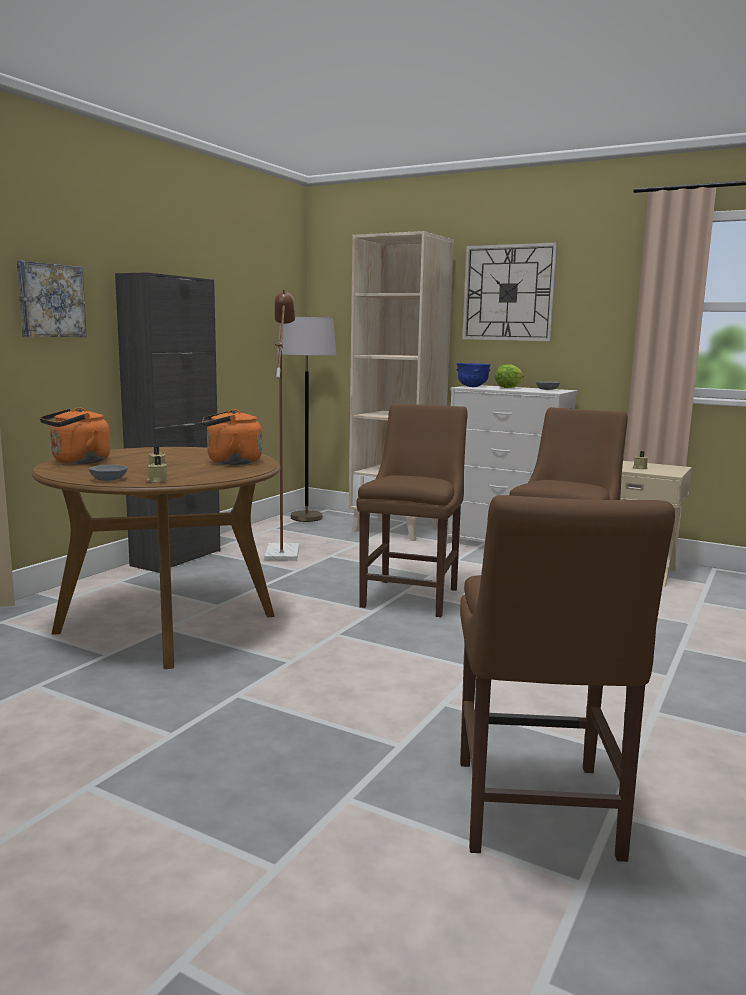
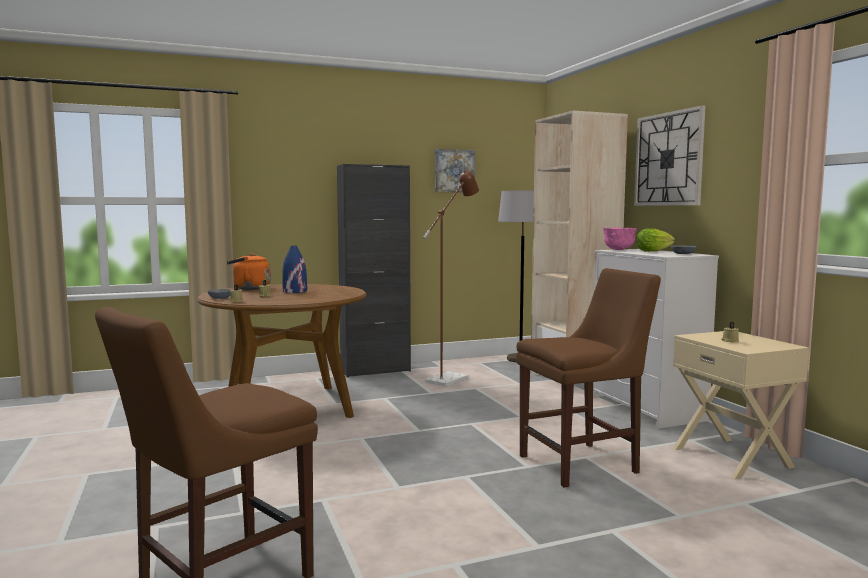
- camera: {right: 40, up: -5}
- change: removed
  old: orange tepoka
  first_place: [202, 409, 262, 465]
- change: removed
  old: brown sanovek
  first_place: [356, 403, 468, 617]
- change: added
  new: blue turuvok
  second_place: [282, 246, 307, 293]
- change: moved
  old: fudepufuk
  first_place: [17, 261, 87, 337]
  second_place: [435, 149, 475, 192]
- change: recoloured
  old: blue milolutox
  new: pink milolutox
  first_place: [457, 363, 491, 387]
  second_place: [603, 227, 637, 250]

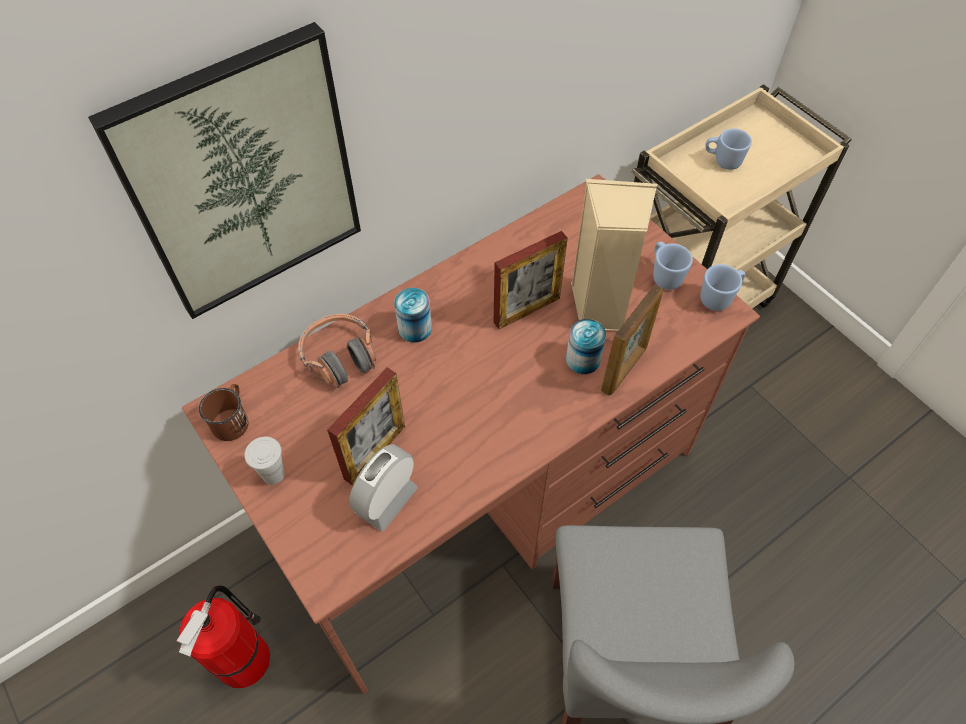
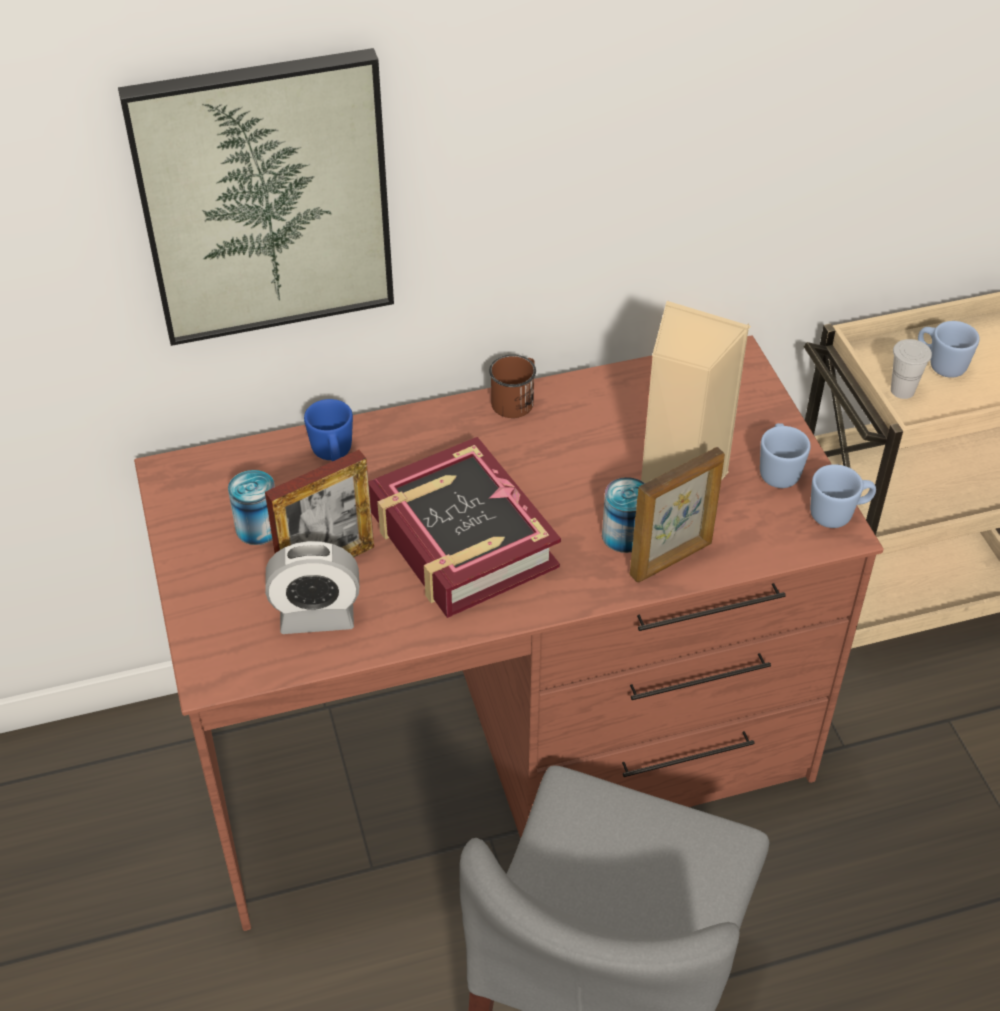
- camera: {right: 20, up: -10}
- change: removed
  old: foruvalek
  first_place: [176, 585, 270, 688]
- change: removed
  old: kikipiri
  first_place: [494, 231, 568, 329]
- change: added
  new: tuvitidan
  second_place: [368, 437, 561, 618]
- change: moved
  old: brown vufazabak
  first_place: [199, 384, 249, 441]
  second_place: [489, 355, 536, 418]
- change: moved
  old: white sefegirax
  first_place: [244, 437, 285, 485]
  second_place: [891, 339, 932, 399]
- change: moved
  old: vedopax
  first_place: [394, 288, 432, 343]
  second_place: [228, 470, 275, 545]
- change: replaced
  old: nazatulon
  new: blue vufazabak
  first_place: [298, 314, 376, 388]
  second_place: [304, 399, 353, 461]
- change: turned
  old: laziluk
  first_place: [350, 444, 418, 531]
  second_place: [265, 541, 359, 634]
  degrees: -150

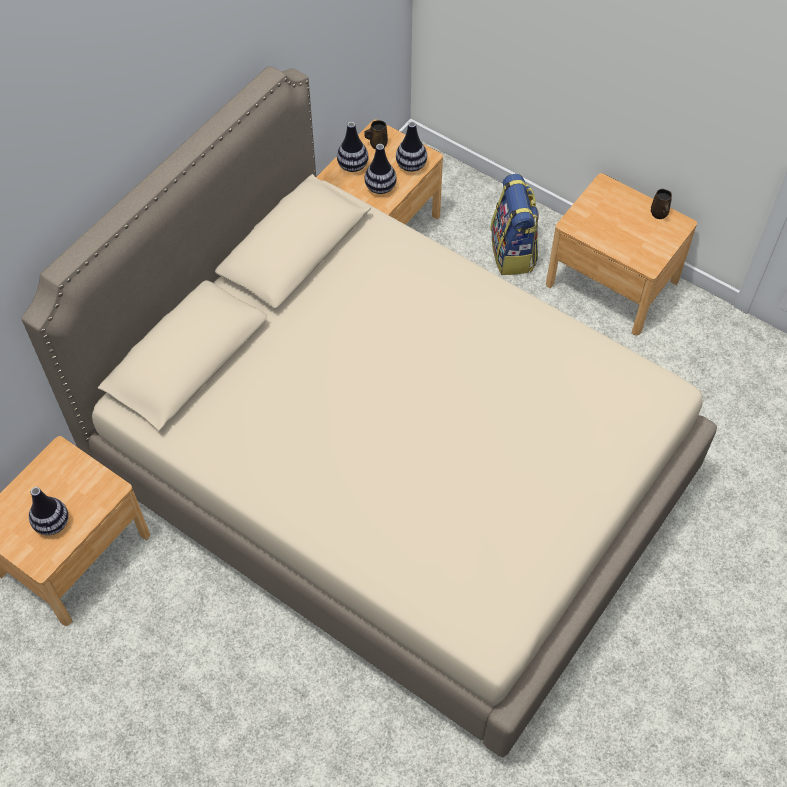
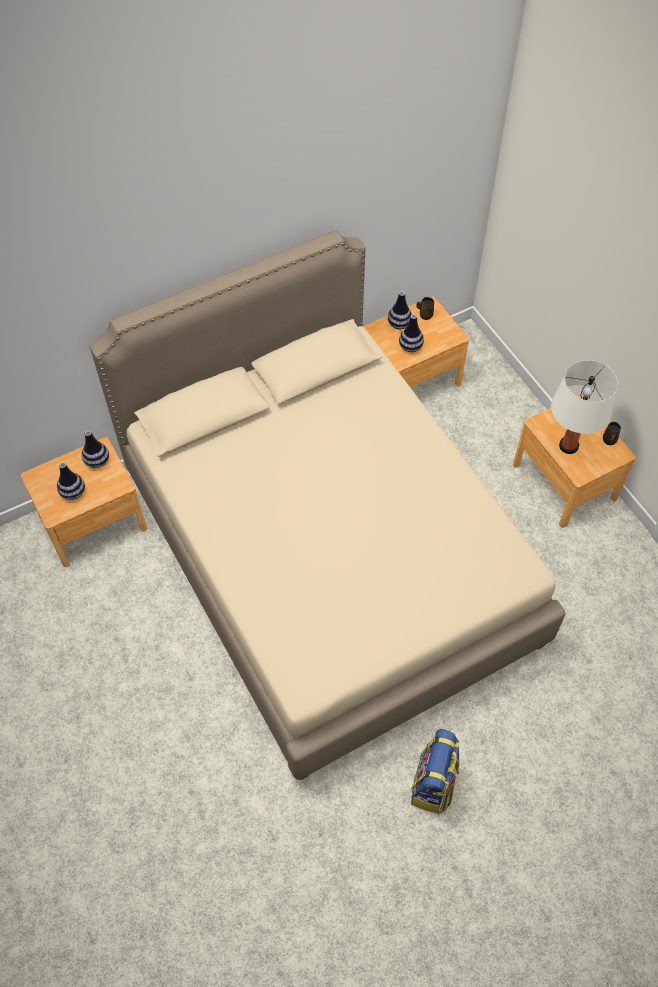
- camera: {right: 25, up: 0}
- change: added
  new: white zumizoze
  second_place: [551, 360, 618, 454]
- change: moved
  old: turuvok
  first_place: [396, 121, 427, 172]
  second_place: [82, 430, 109, 468]
- change: moved
  old: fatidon
  first_place: [491, 174, 539, 275]
  second_place: [411, 729, 460, 814]

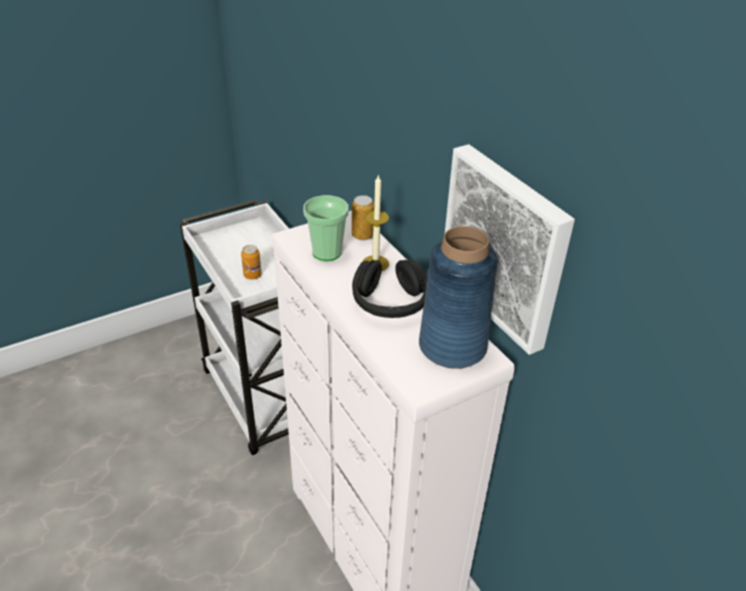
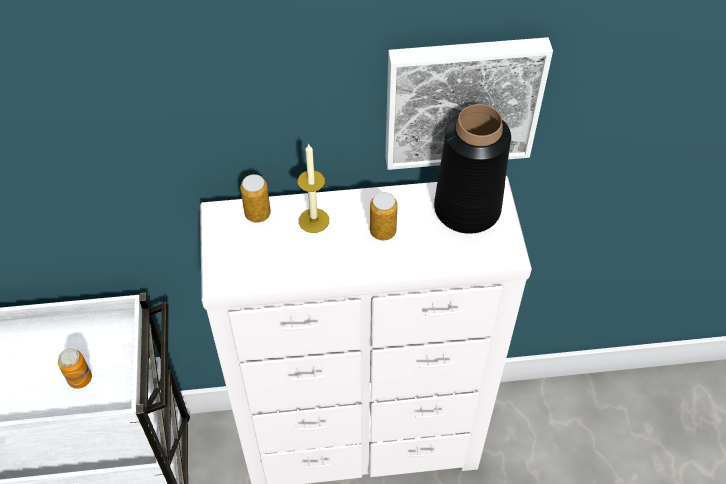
- camera: {right: -65, up: 15}
- change: removed
  old: sefegirax
  first_place: [303, 195, 349, 261]
- change: replaced
  old: black nazatulon
  new: vedopax
  first_place: [352, 260, 427, 318]
  second_place: [370, 192, 398, 240]
- change: recoloured
  old: blue turuvok
  new: black turuvok
  first_place: [419, 226, 498, 369]
  second_place: [434, 104, 511, 234]

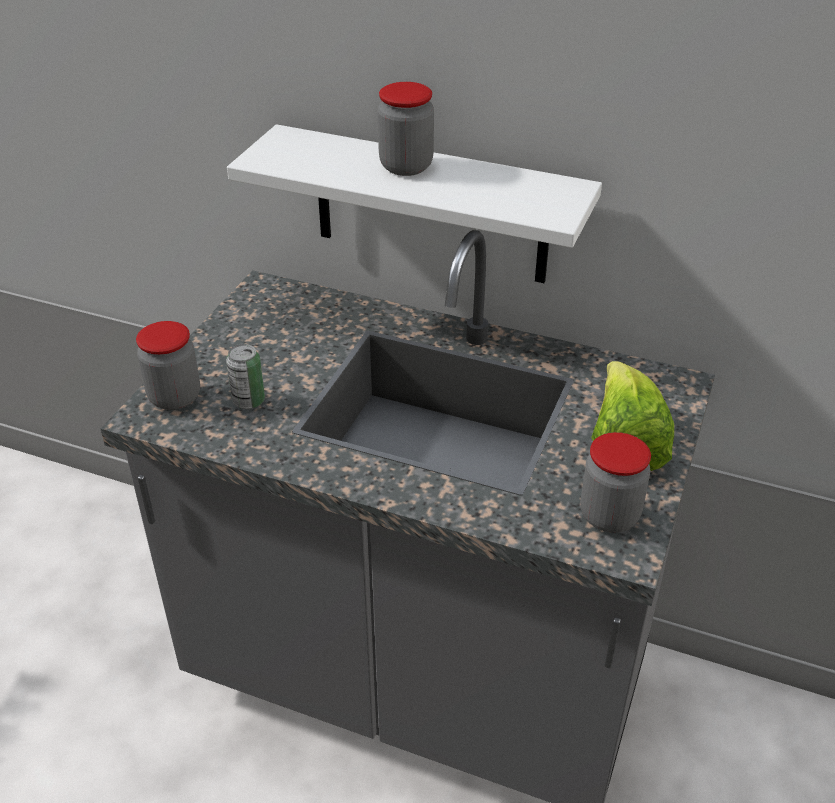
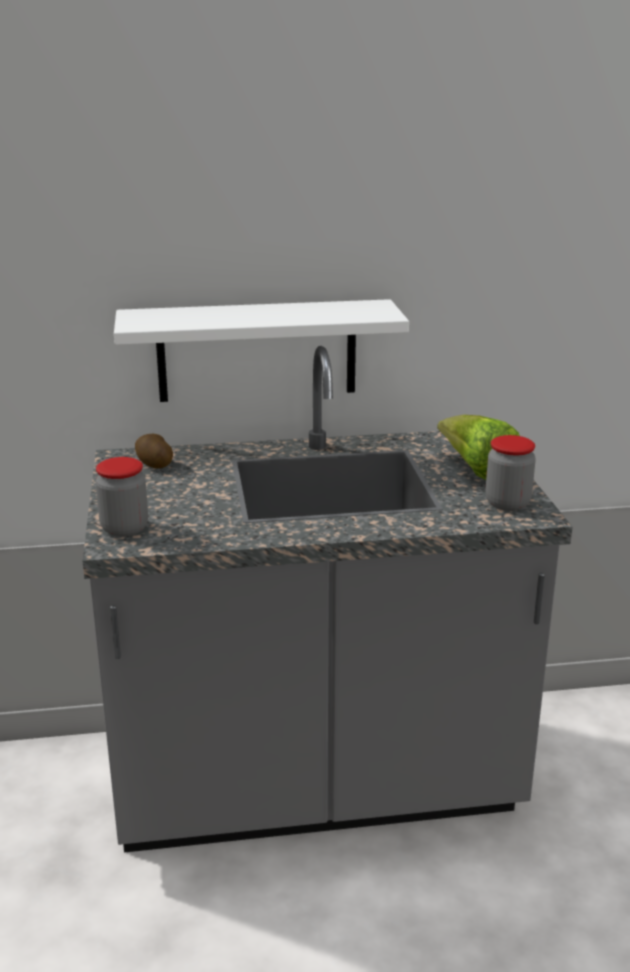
- camera: {right: -30, up: -15}
- change: removed
  old: vedopax
  first_place: [226, 344, 265, 409]
- change: removed
  old: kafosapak
  first_place: [378, 82, 434, 176]
- change: added
  new: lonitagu
  second_place: [135, 434, 173, 468]

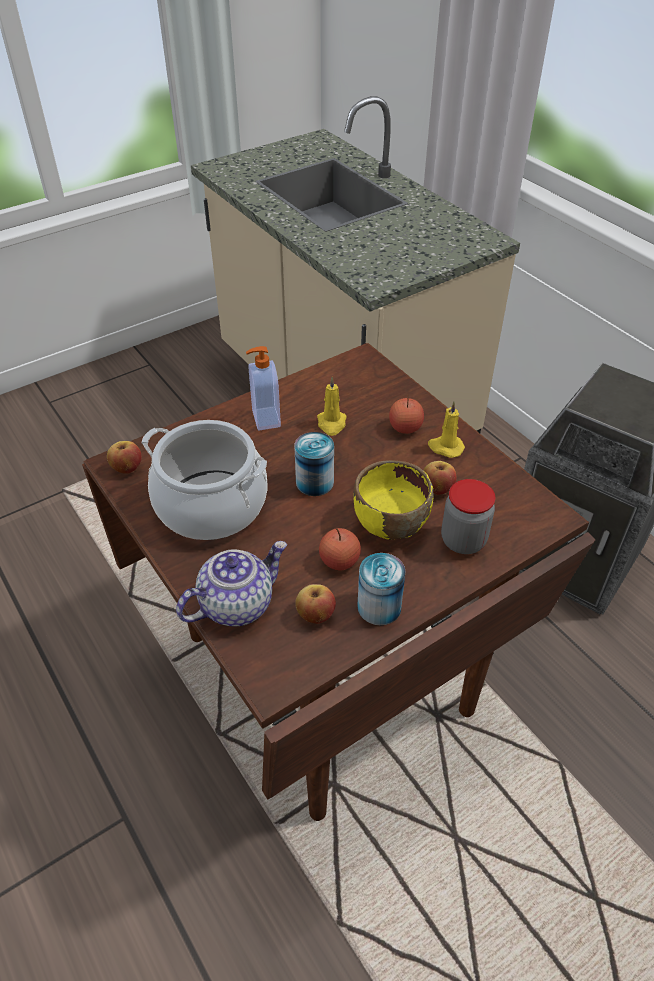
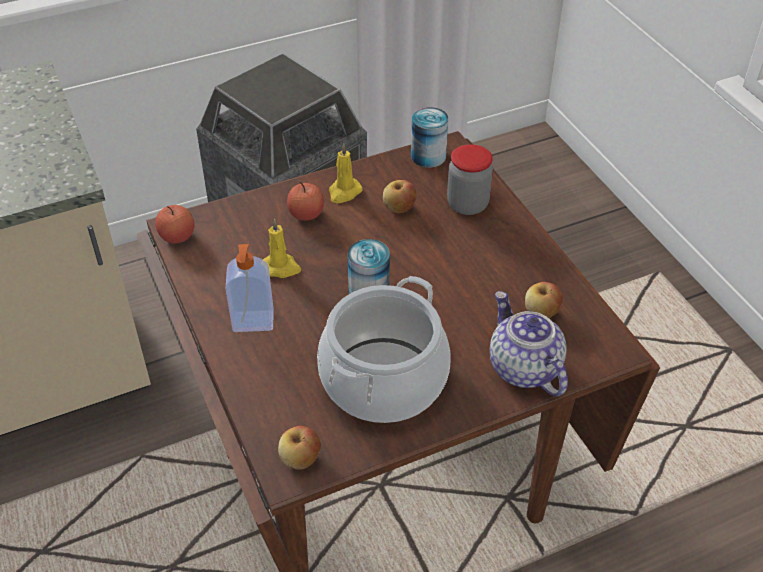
- camera: {right: -80, up: 0}
- change: removed
  old: yellow milolutox
  first_place: [353, 460, 433, 540]
- change: moved
  old: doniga
  first_place: [319, 528, 361, 570]
  second_place: [155, 205, 194, 243]
- change: moved
  old: vedopax
  first_place: [357, 553, 406, 625]
  second_place: [411, 107, 448, 168]

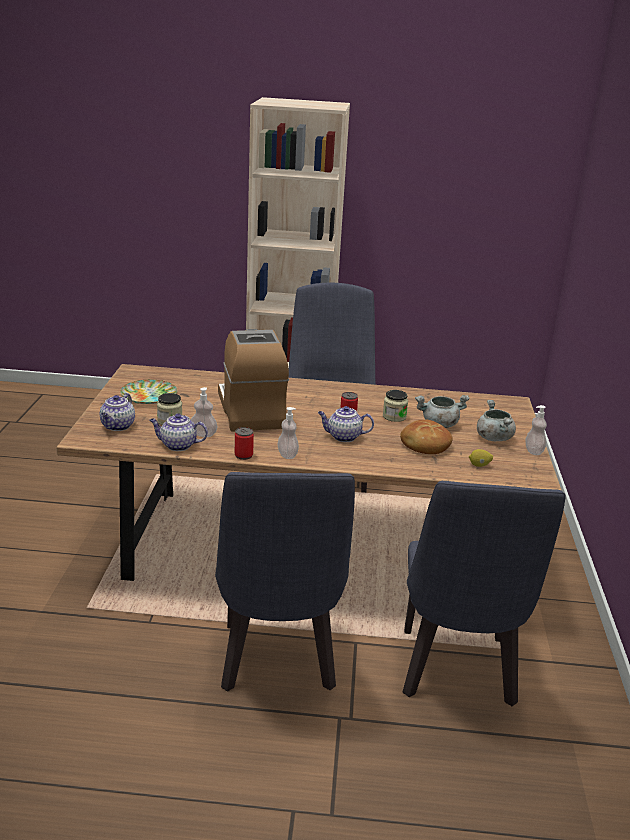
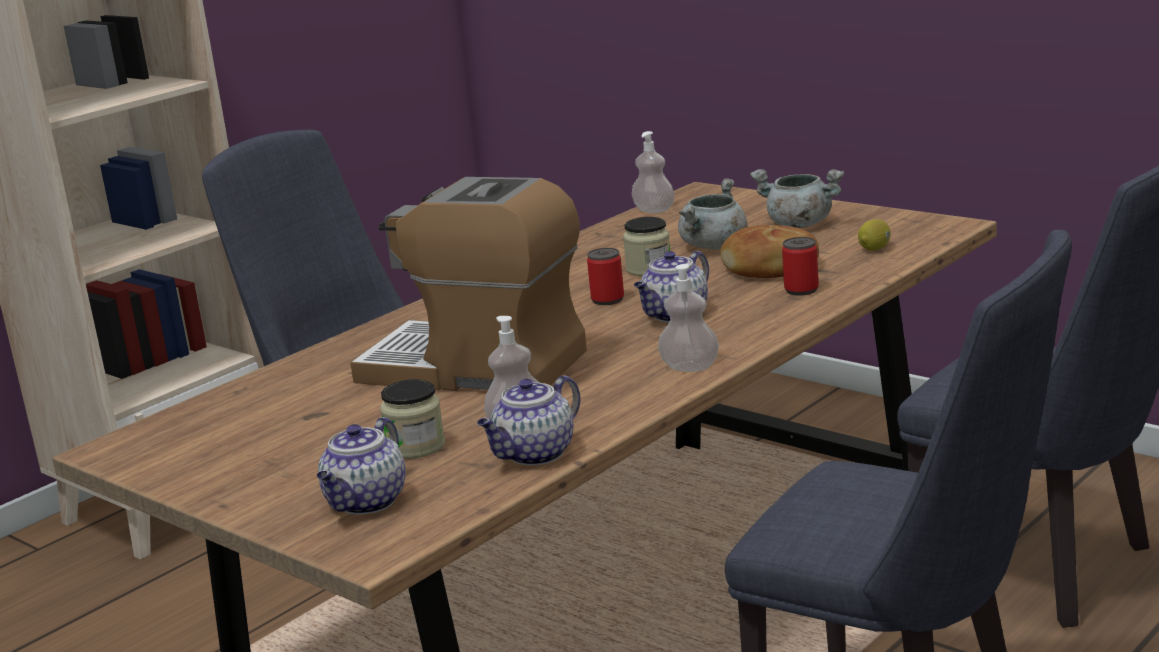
- camera: {right: -50, up: -5}
- change: removed
  old: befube
  first_place: [120, 380, 177, 404]
- change: moved
  old: vedopax
  first_place: [235, 427, 254, 460]
  second_place: [782, 237, 819, 296]
- change: moved
  old: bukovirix
  first_place: [525, 405, 547, 455]
  second_place: [632, 131, 674, 213]
- change: turned
  old: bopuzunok
  first_place: [100, 393, 135, 431]
  second_place: [317, 417, 406, 515]
  degrees: 60

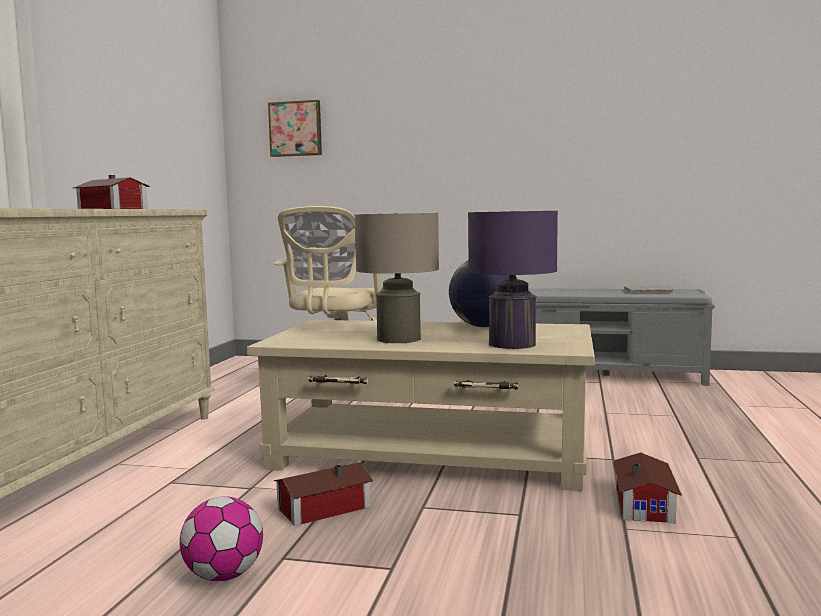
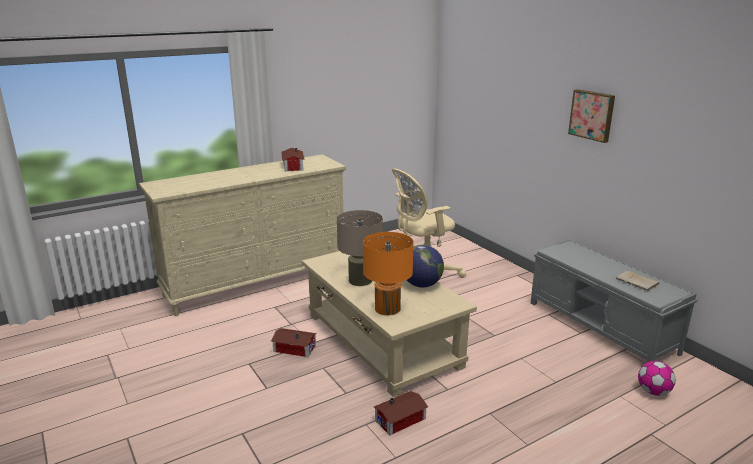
- camera: {right: 45, up: 15}
- change: moved
  old: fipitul
  first_place: [180, 496, 263, 581]
  second_place: [638, 361, 676, 396]
- change: moved
  old: fudepufuk
  first_place: [268, 100, 322, 157]
  second_place: [568, 89, 615, 143]
- change: recoloured
  old: purple zumizoze
  new: orange zumizoze
  first_place: [468, 211, 558, 349]
  second_place: [363, 232, 414, 315]

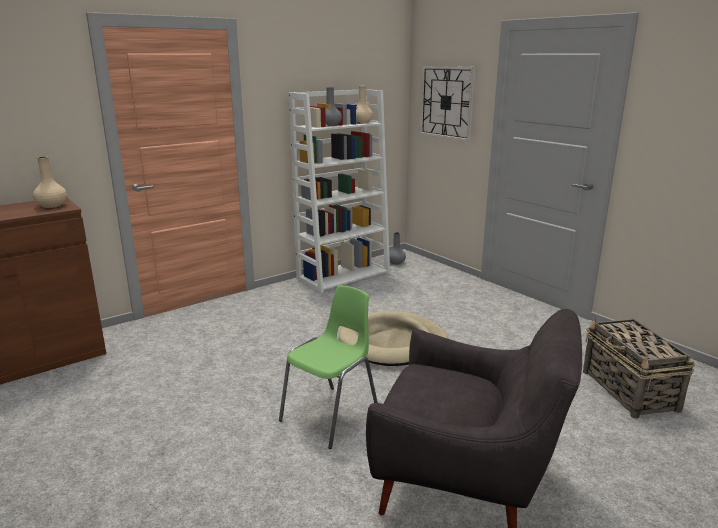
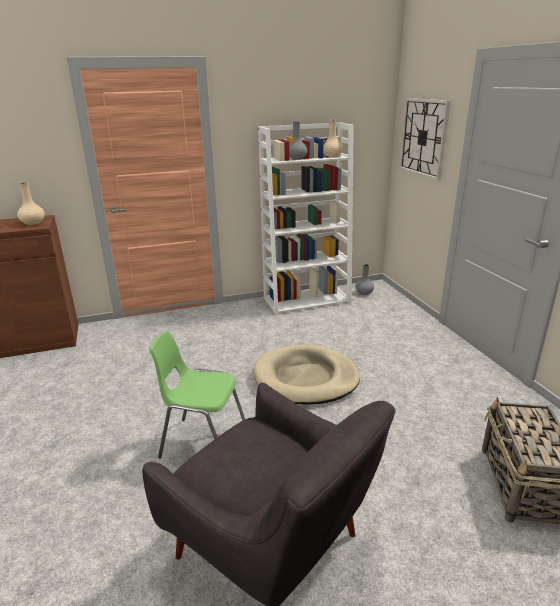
- camera: {right: 20, up: 5}
- change: turned
  old: green sanovek
  first_place: [279, 285, 378, 449]
  second_place: [149, 331, 245, 458]
  degrees: -135

